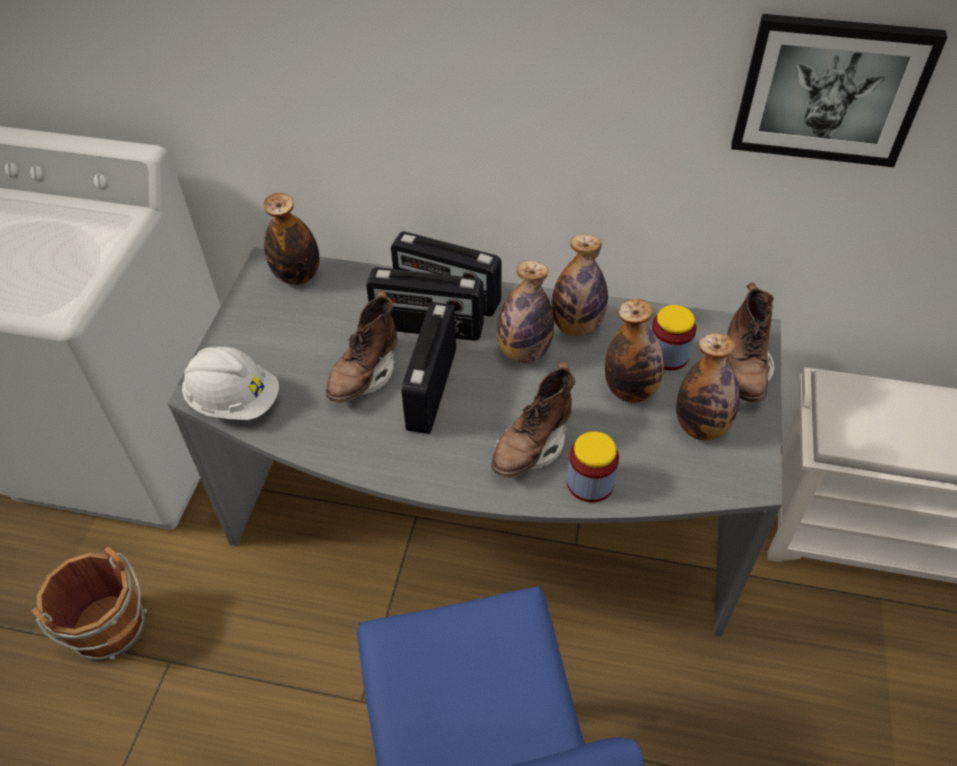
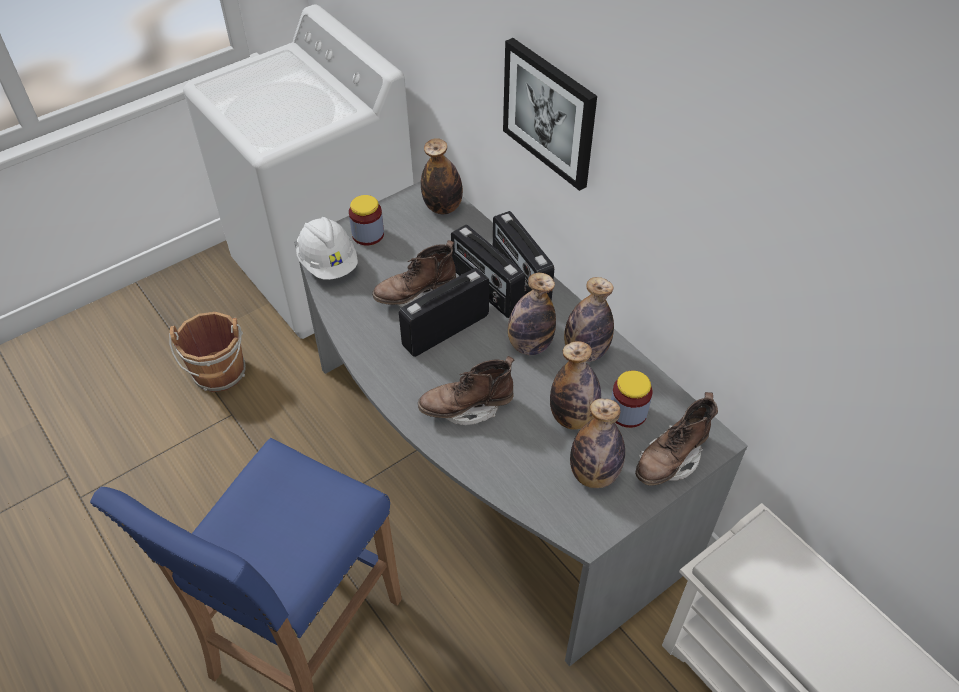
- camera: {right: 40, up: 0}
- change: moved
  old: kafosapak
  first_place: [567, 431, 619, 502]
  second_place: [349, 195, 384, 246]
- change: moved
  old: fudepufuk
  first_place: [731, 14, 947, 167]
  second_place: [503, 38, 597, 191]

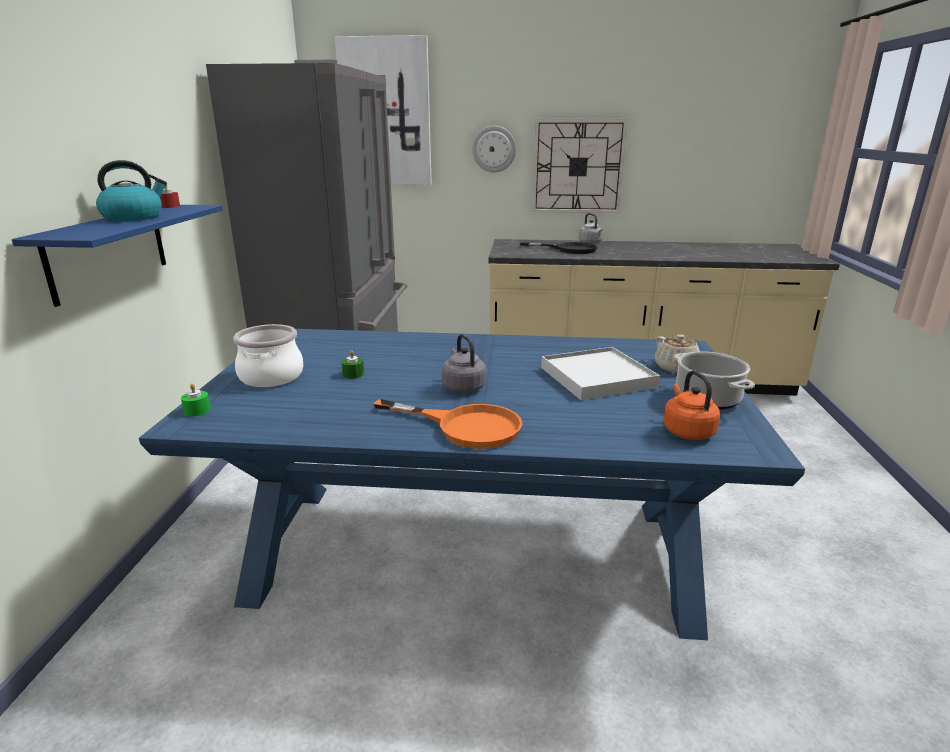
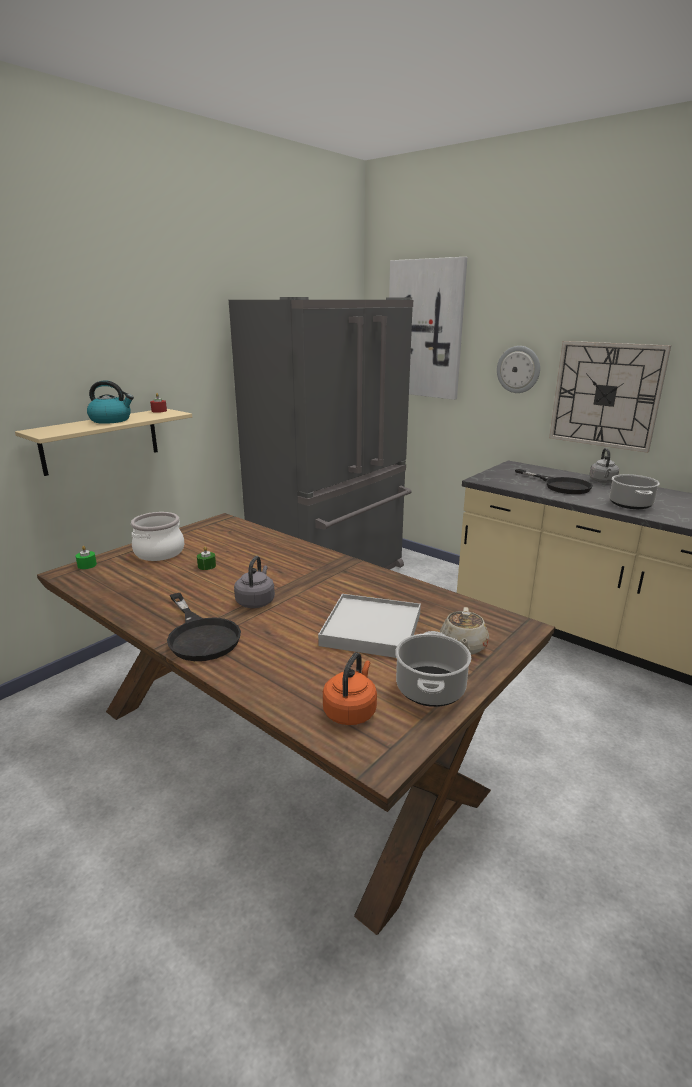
- camera: {right: 35, up: 0}
- change: added
  new: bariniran
  second_place: [610, 474, 660, 509]
- change: recoloured
  old: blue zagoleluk
  new: beige zagoleluk
  first_place: [12, 205, 223, 307]
  second_place: [15, 409, 192, 476]
- change: recoloured
  old: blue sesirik
  new: brown sesirik
  first_place: [139, 329, 805, 640]
  second_place: [37, 513, 555, 935]
- change: recoloured
  old: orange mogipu
  new: black mogipu
  first_place: [374, 399, 522, 449]
  second_place: [167, 593, 241, 661]

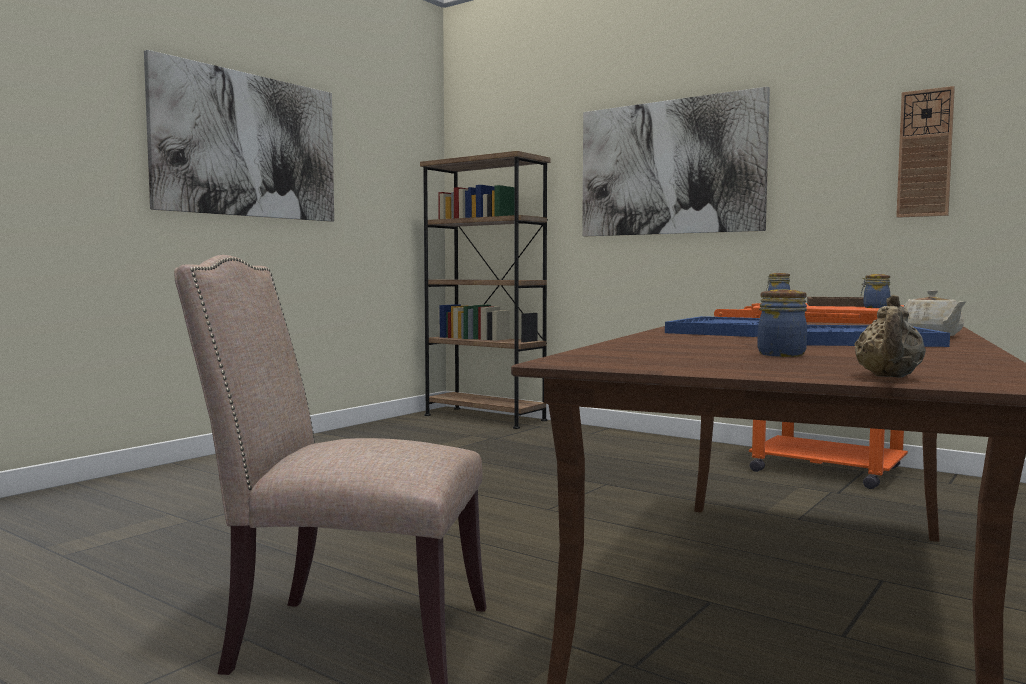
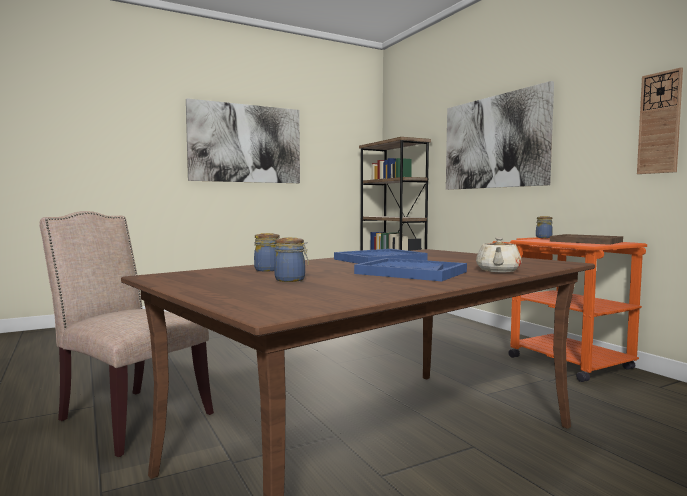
- camera: {right: 25, up: 0}
- change: removed
  old: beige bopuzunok
  first_place: [854, 295, 926, 378]
- change: moved
  old: kafosapak
  first_place: [861, 274, 890, 308]
  second_place: [254, 233, 280, 271]

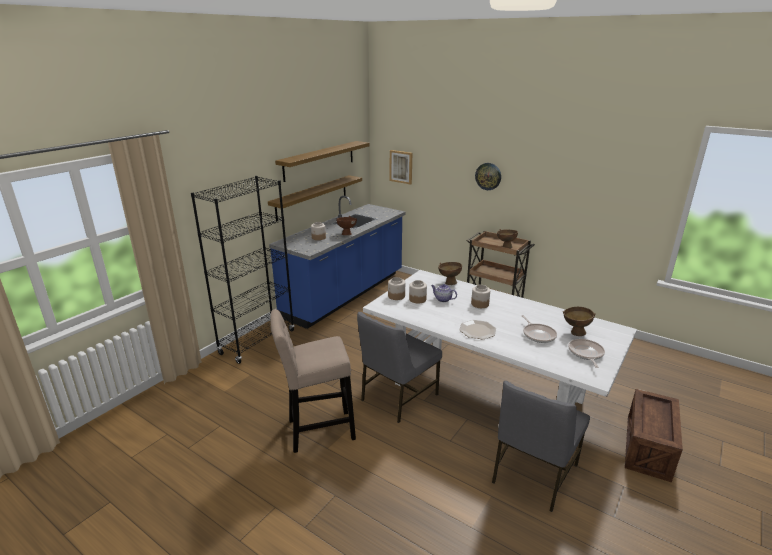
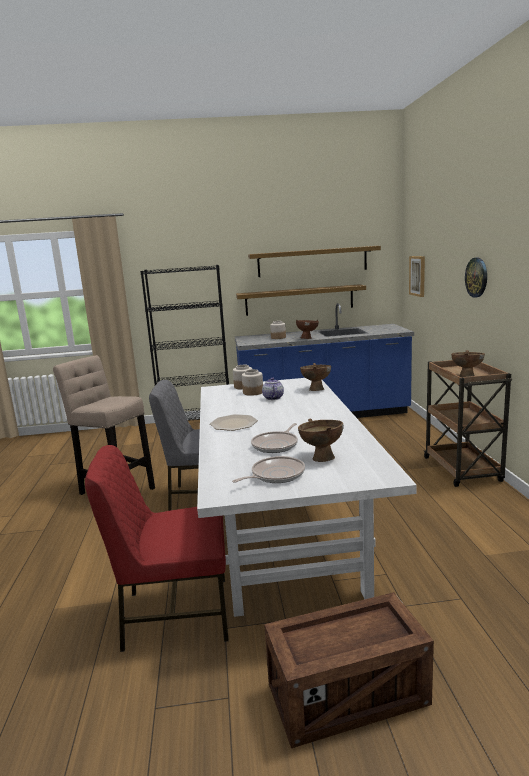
- camera: {right: 50, up: -10}
- change: removed
  old: kafosapak
  first_place: [471, 285, 490, 308]
- change: recoloured
  old: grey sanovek
  new: red sanovek
  first_place: [492, 381, 590, 512]
  second_place: [85, 445, 229, 652]

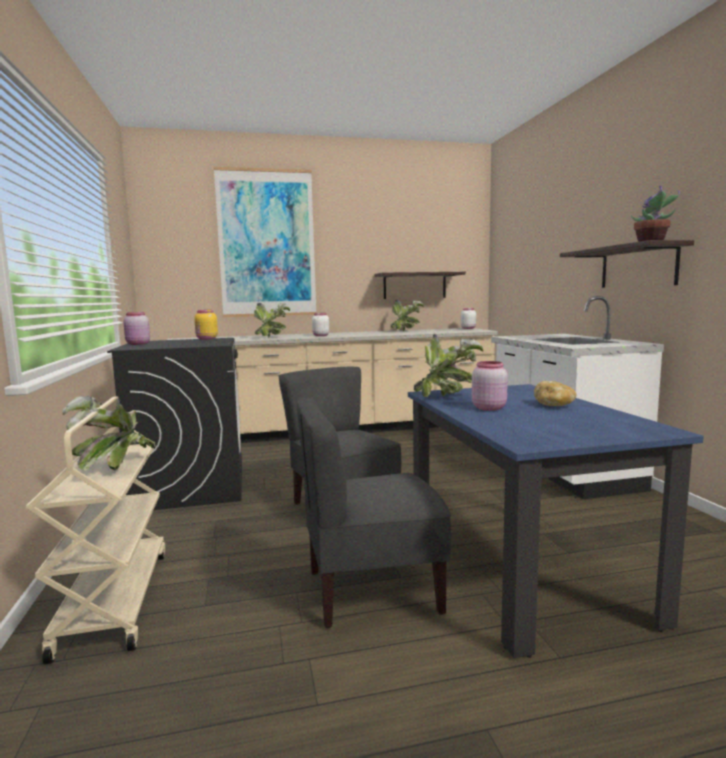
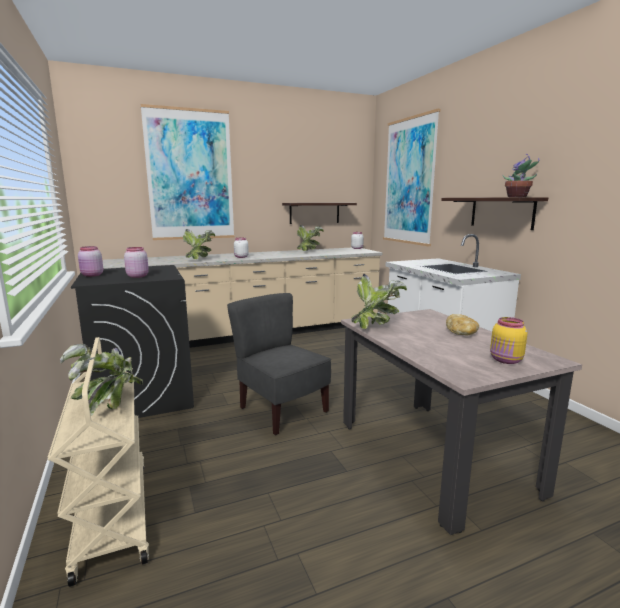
- camera: {right: -10, up: 5}
- change: removed
  old: grey sanovek
  first_place: [296, 398, 451, 628]
- change: added
  new: fudepufuk
  second_place: [383, 109, 440, 246]
- change: moved
  old: yellow kafosapak
  first_place: [194, 310, 218, 340]
  second_place: [490, 317, 528, 364]
- change: moved
  old: pink kafosapak
  first_place: [472, 361, 508, 411]
  second_place: [124, 247, 149, 278]
- change: recoloured
  old: blue sesirik
  new: beige sesirik
  first_place: [408, 384, 704, 658]
  second_place: [341, 309, 582, 535]

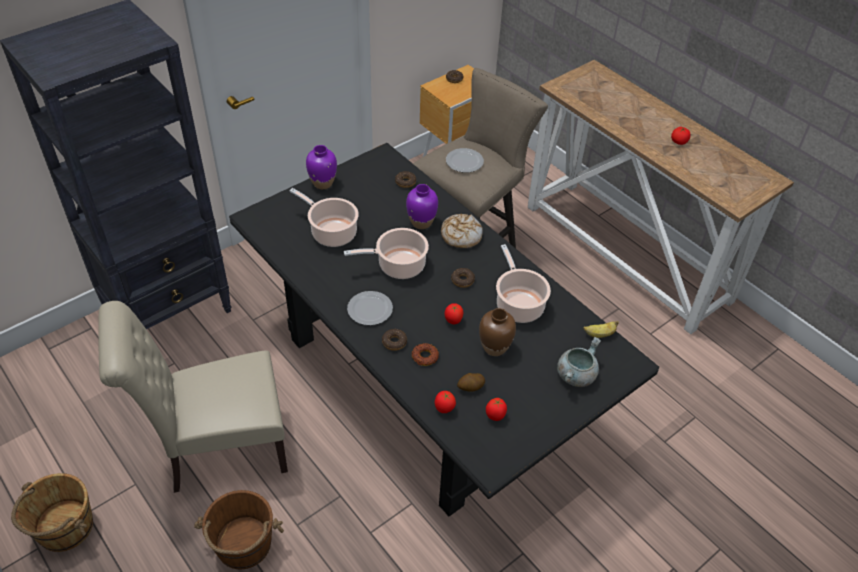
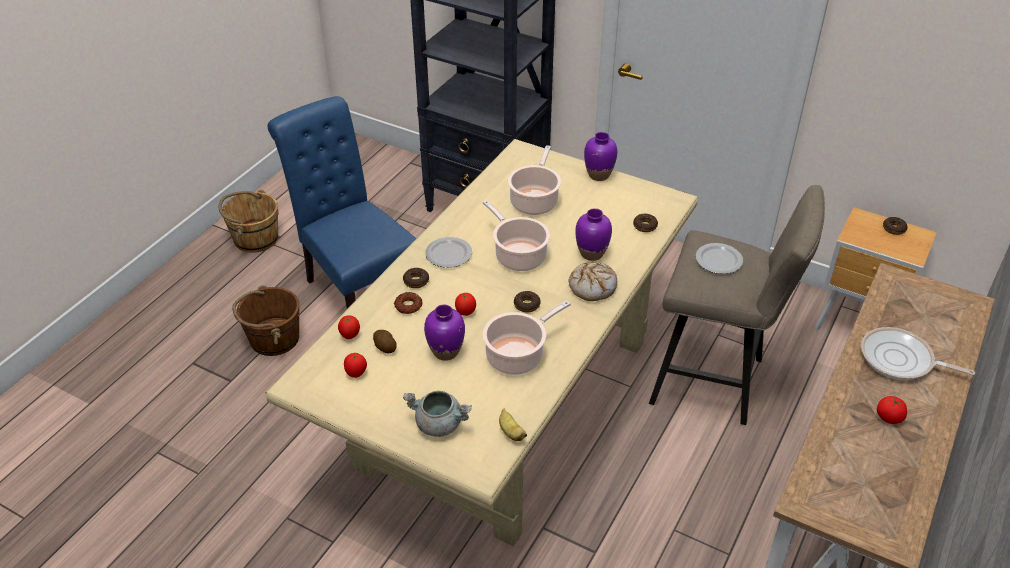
- camera: {right: 70, up: -5}
- change: added
  new: mogipu
  second_place: [861, 327, 975, 380]
- change: recoloured
  old: beige sanovek
  new: blue sanovek
  first_place: [98, 301, 288, 493]
  second_place: [267, 96, 416, 309]
- change: recoloured
  old: black sesirik
  new: beige sesirik
  first_place: [229, 143, 659, 516]
  second_place: [265, 139, 698, 546]
- change: recoloured
  old: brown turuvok
  new: purple turuvok
  first_place: [479, 308, 516, 356]
  second_place: [424, 305, 465, 361]

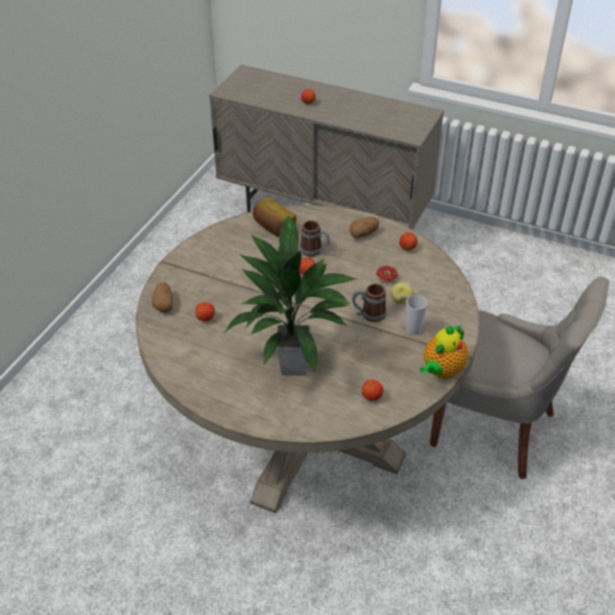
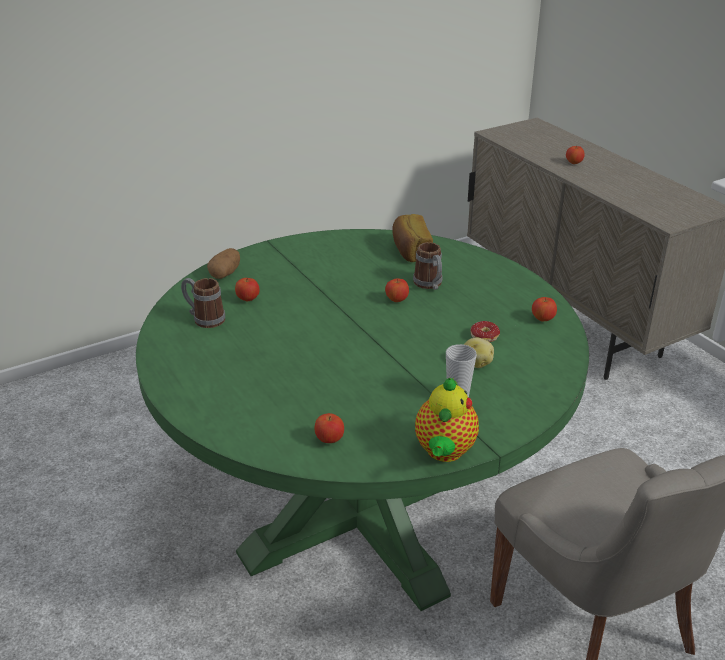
- camera: {right: 35, up: -10}
- change: removed
  old: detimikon
  first_place: [223, 215, 357, 376]
- change: removed
  old: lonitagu
  first_place: [350, 217, 379, 238]
- change: moved
  old: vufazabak
  first_place: [352, 284, 387, 322]
  second_place: [181, 278, 225, 328]
- change: recoloured
  old: beige sesirik
  new: green sesirik
  first_place: [136, 205, 480, 513]
  second_place: [136, 229, 589, 611]
- change: turned
  old: bopuzunok
  first_place: [420, 325, 468, 379]
  second_place: [415, 378, 479, 462]
  degrees: -60

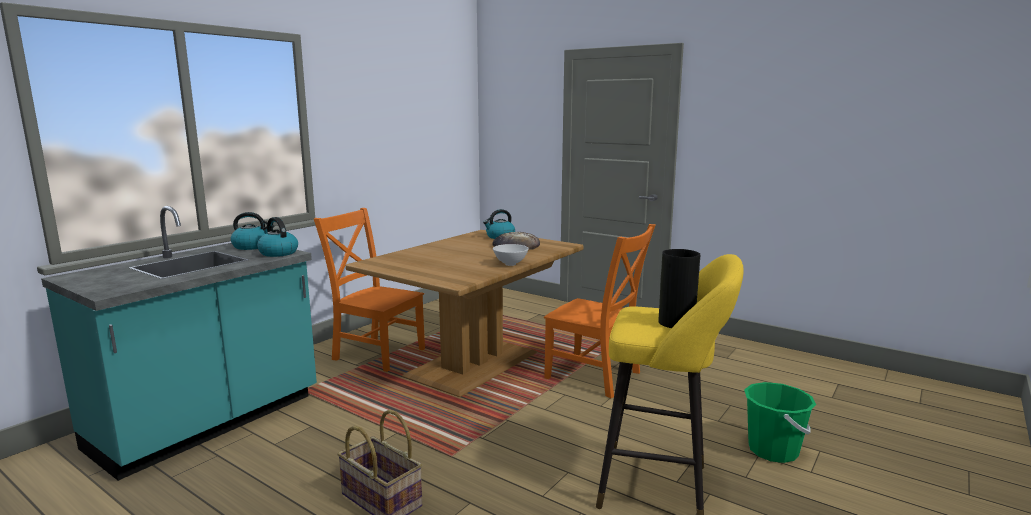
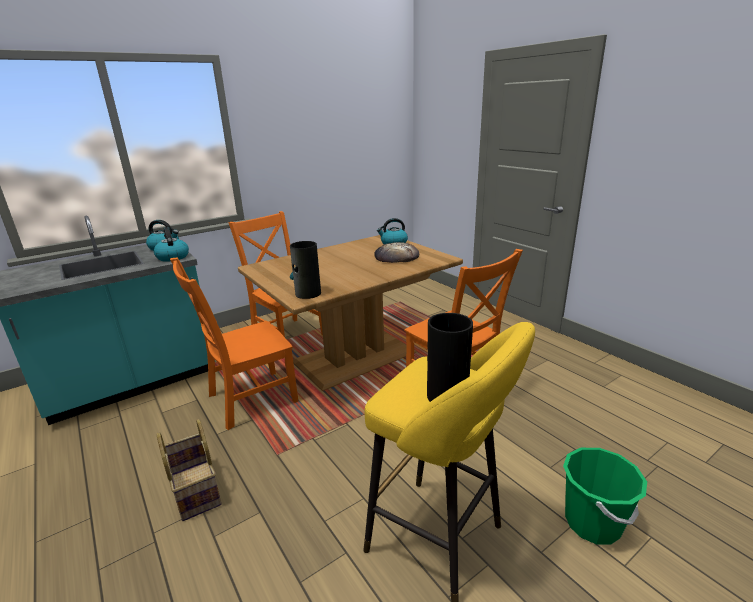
- camera: {right: 20, up: 10}
- change: removed
  old: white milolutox
  first_place: [493, 244, 529, 266]
- change: added
  new: orange sanovek
  second_place: [170, 257, 298, 430]
- change: added
  new: turuvok
  second_place: [290, 241, 321, 299]

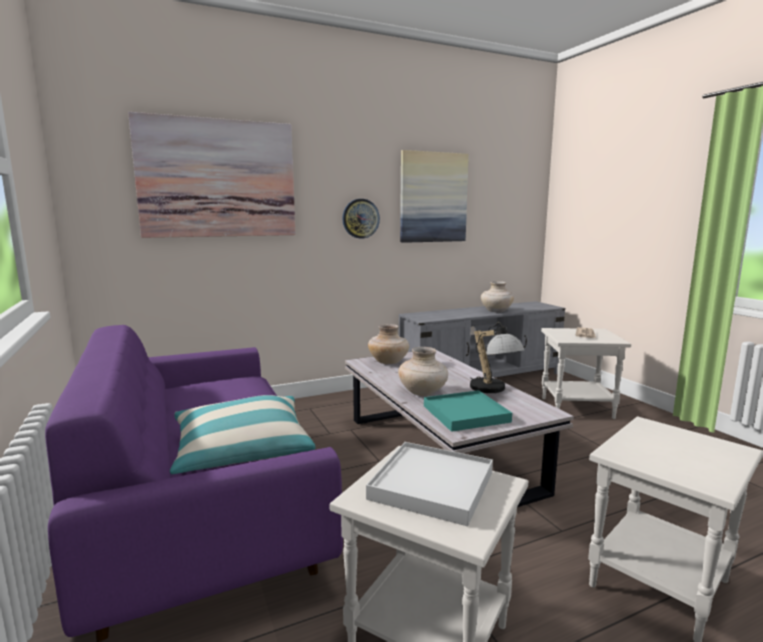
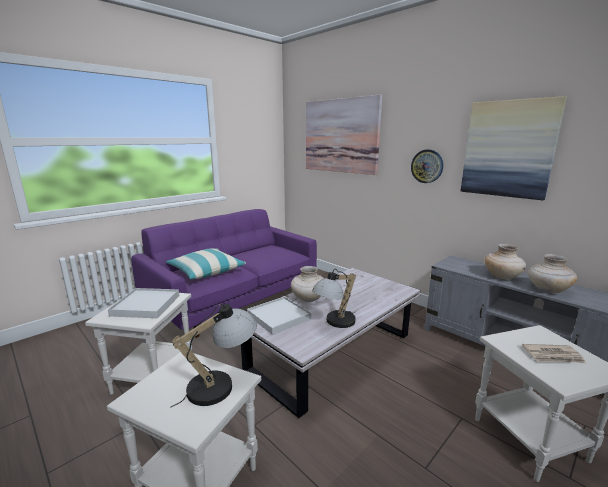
- camera: {right: 70, up: 5}
- change: added
  new: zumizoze
  second_place: [170, 304, 257, 408]
- change: moved
  old: beige turuvok
  first_place: [368, 324, 409, 364]
  second_place: [485, 244, 526, 280]
- change: recoloured
  old: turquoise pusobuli
  new: white pusobuli
  first_place: [424, 390, 512, 432]
  second_place: [247, 296, 311, 335]

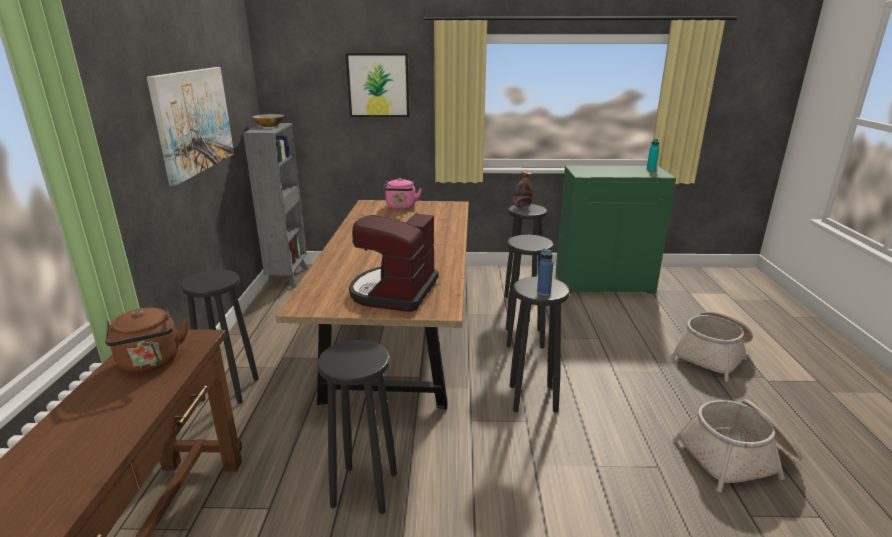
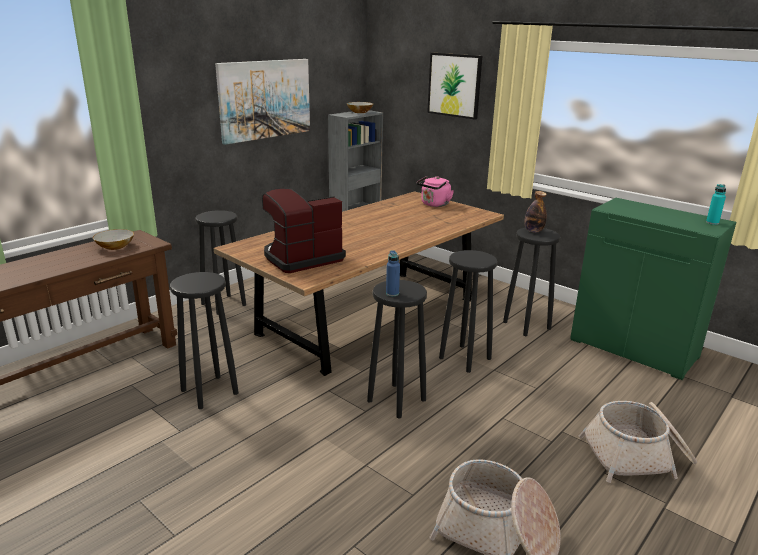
- camera: {right: 40, up: 0}
- change: replaced
  old: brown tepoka
  new: milolutox
  first_place: [105, 308, 188, 372]
  second_place: [92, 229, 134, 250]

